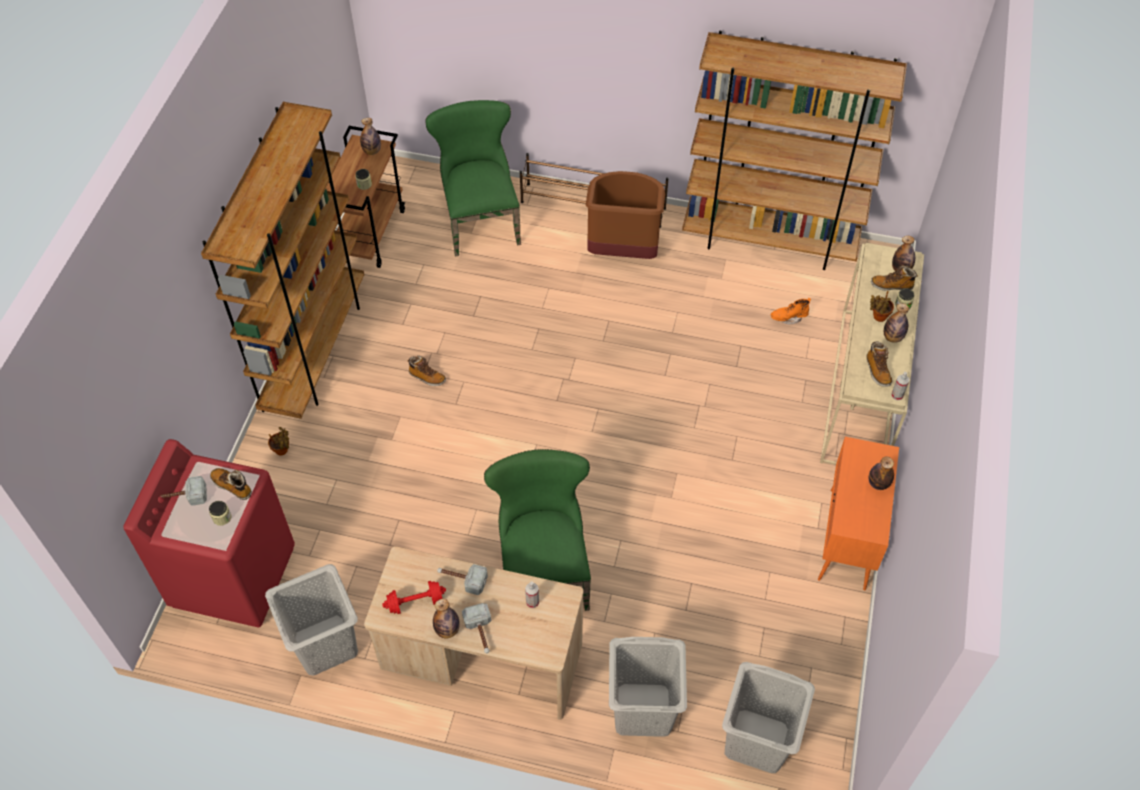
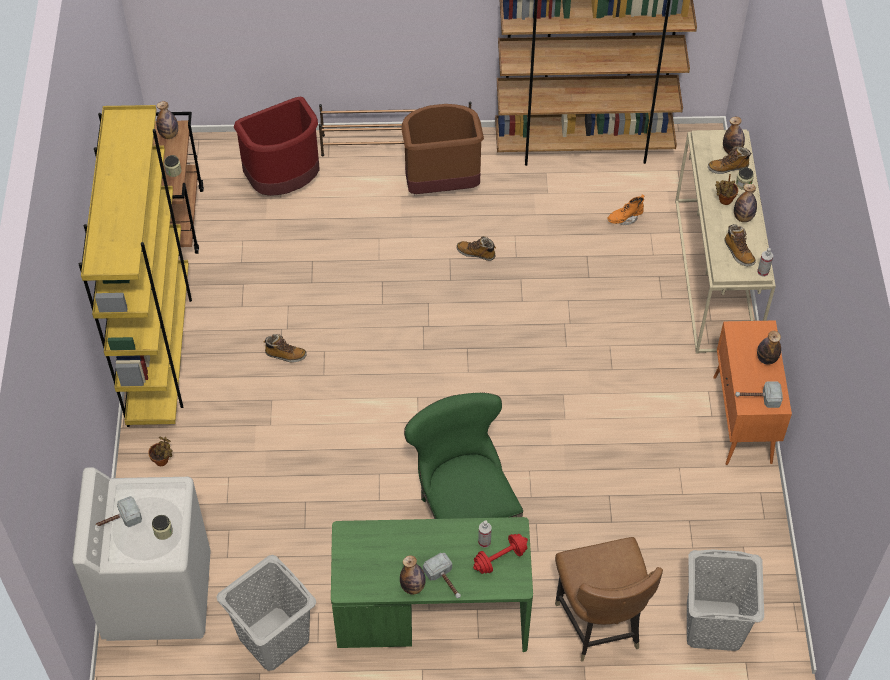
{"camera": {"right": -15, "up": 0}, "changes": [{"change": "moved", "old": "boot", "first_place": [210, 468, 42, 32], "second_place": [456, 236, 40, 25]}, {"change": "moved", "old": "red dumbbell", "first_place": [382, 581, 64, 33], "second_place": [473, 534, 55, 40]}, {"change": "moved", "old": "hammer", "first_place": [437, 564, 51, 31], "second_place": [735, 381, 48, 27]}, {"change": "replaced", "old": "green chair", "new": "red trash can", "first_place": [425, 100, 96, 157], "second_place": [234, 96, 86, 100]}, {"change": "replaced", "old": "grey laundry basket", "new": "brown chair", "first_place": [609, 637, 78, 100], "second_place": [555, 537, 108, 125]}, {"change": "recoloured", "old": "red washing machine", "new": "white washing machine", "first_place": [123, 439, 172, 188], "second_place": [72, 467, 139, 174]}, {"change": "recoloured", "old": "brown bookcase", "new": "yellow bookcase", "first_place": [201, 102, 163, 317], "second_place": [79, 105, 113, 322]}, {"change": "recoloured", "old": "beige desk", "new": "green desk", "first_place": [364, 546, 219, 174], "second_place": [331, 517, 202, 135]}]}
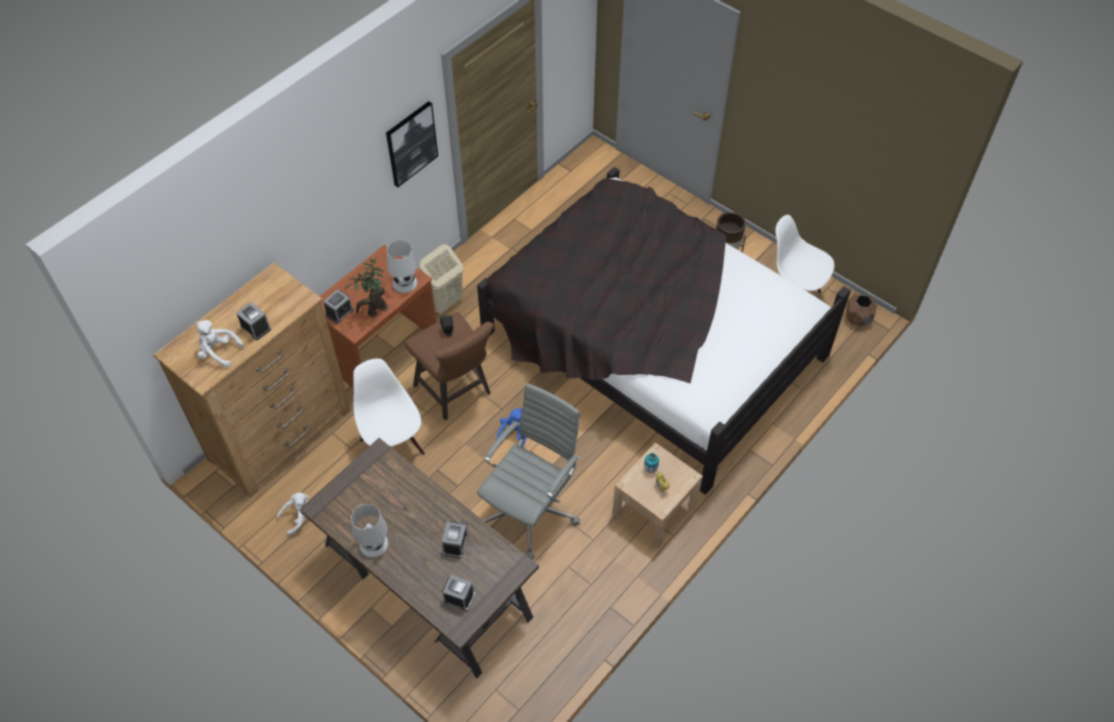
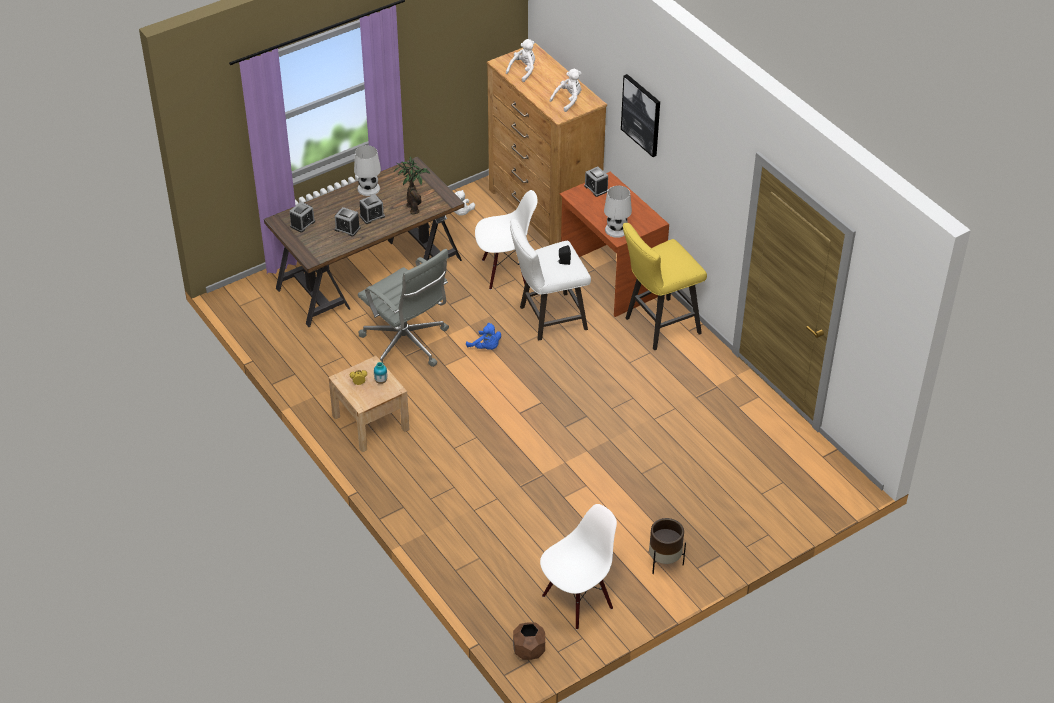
{"camera": {"right": 105, "up": -10}, "changes": [{"change": "removed", "old": "black bed", "first_place": [477, 167, 374, 327]}, {"change": "added", "new": "white plush toy", "second_place": [550, 69, 31, 43]}, {"change": "moved", "old": "alarm clock", "first_place": [236, 302, 35, 38], "second_place": [360, 195, 25, 29]}, {"change": "moved", "old": "potted plant", "first_place": [344, 257, 44, 60], "second_place": [394, 156, 37, 58]}, {"change": "moved", "old": "picture", "first_place": [386, 101, 52, 86], "second_place": [621, 74, 39, 83]}, {"change": "replaced", "old": "beige laundry basket", "new": "yellow stool", "first_place": [419, 244, 44, 71], "second_place": [623, 223, 84, 127]}, {"change": "recoloured", "old": "brown stool", "new": "white stool", "first_place": [405, 312, 89, 108], "second_place": [510, 219, 81, 121]}]}
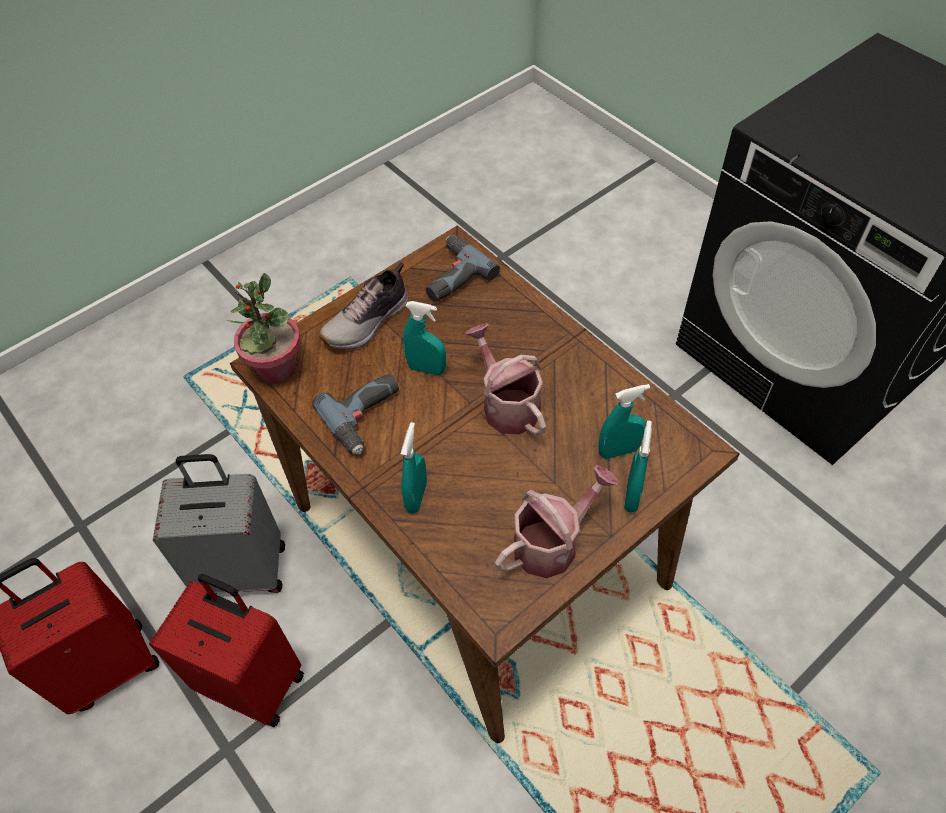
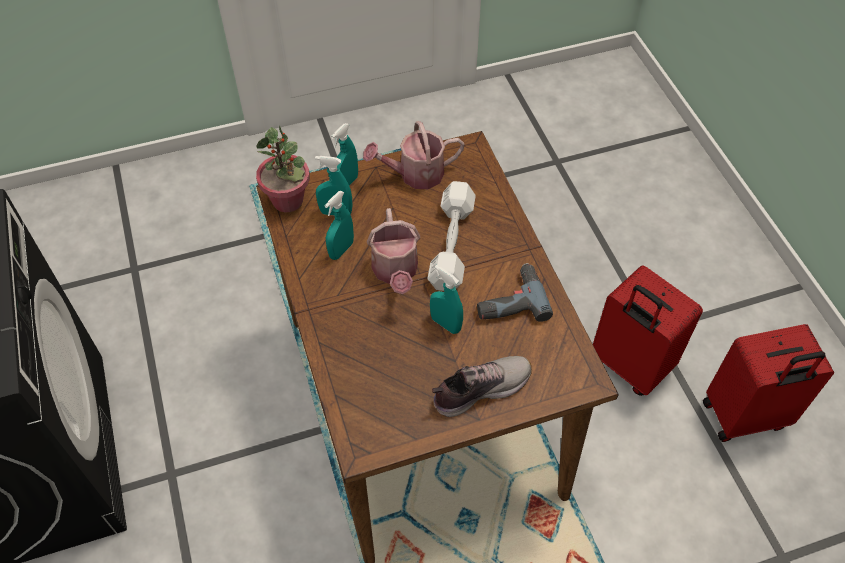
{"camera": {"right": -160, "up": 0}, "changes": [{"change": "removed", "old": "grey suitcase", "first_place": [153, 454, 132, 140]}, {"change": "removed", "old": "power drill", "first_place": [426, 235, 74, 67]}, {"change": "added", "new": "white dumbbell", "second_place": [427, 181, 49, 110]}, {"change": "moved", "old": "potted plant", "first_place": [226, 273, 75, 111], "second_place": [256, 125, 54, 87]}, {"change": "moved", "old": "turquoise spray bottle", "first_place": [401, 422, 26, 92], "second_place": [325, 191, 29, 69]}]}
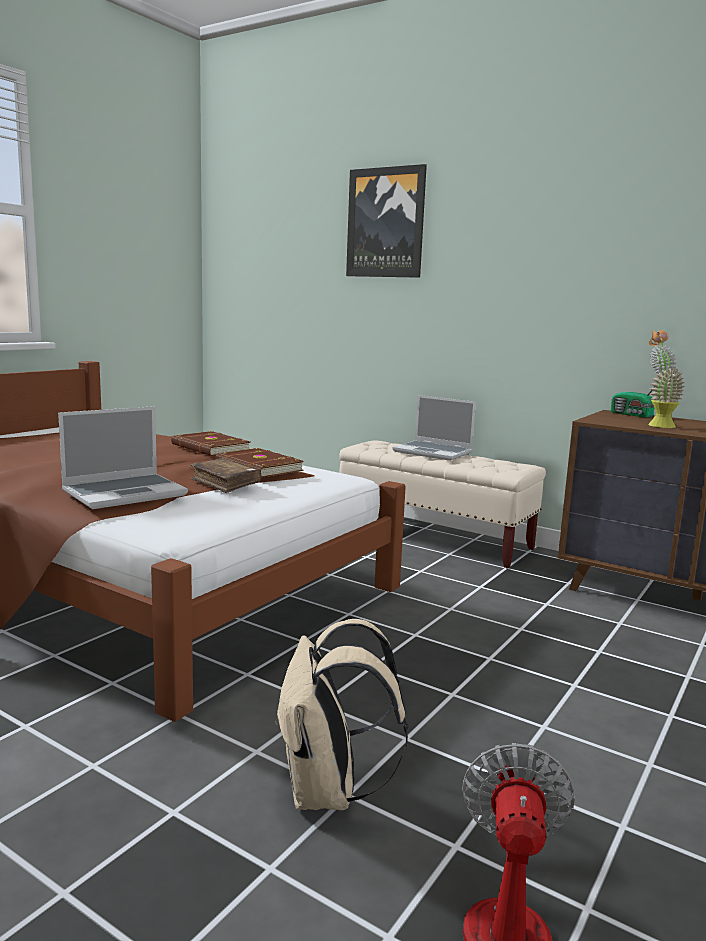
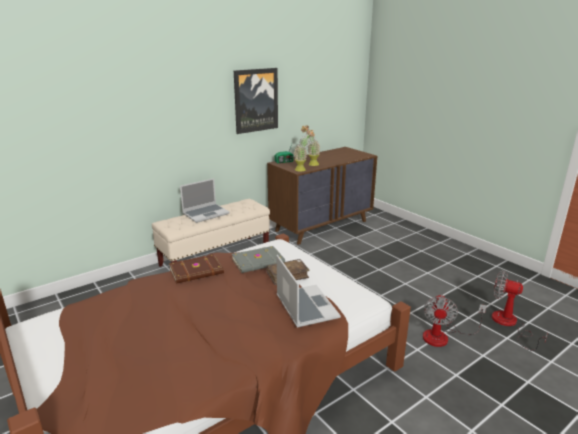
{"camera": {"right": -70, "up": 10}, "changes": [{"change": "added", "new": "potted plant", "second_place": [294, 129, 20, 42]}, {"change": "moved", "old": "picture", "first_place": [346, 164, 81, 114], "second_place": [234, 68, 44, 66]}, {"change": "replaced", "old": "beige backpack", "new": "fan", "first_place": [275, 619, 133, 191], "second_place": [423, 294, 64, 53]}, {"change": "recoloured", "old": "brown book", "new": "grey book", "first_place": [215, 448, 89, 29], "second_place": [232, 246, 53, 27]}]}
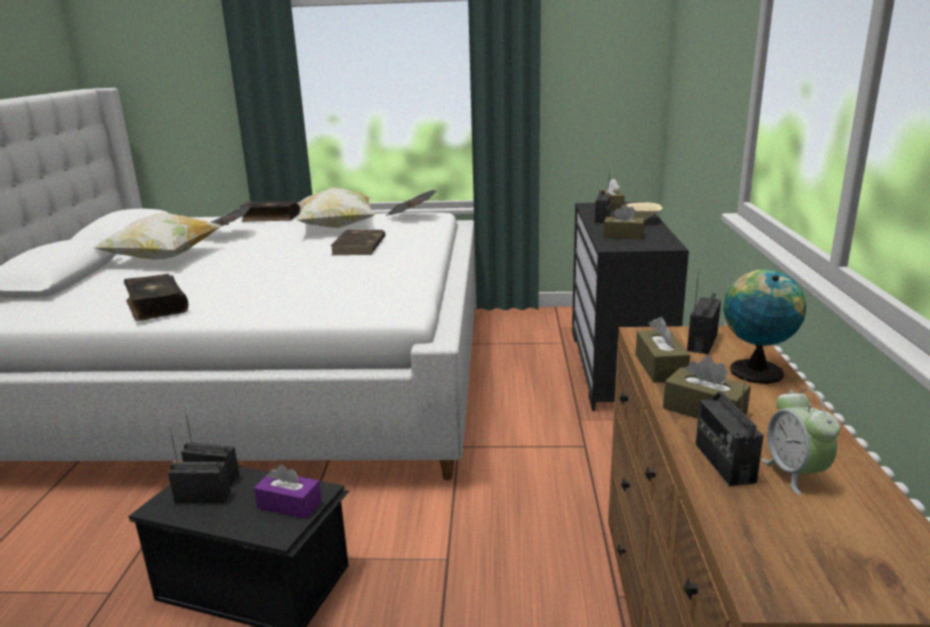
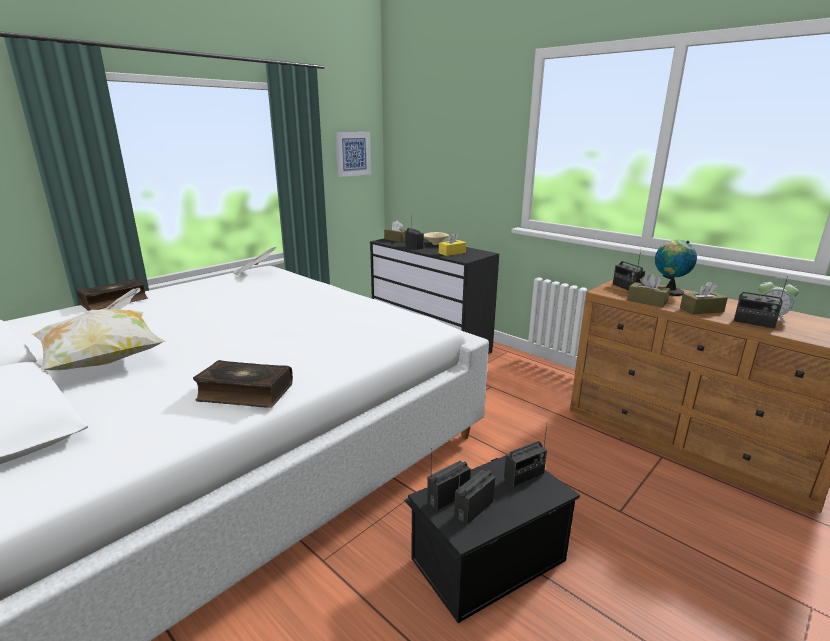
{"camera": {"right": -50, "up": 0}, "changes": [{"change": "removed", "old": "pillow", "first_place": [296, 187, 80, 41]}, {"change": "removed", "old": "brown book", "first_place": [331, 230, 54, 25]}, {"change": "added", "new": "picture", "second_place": [335, 132, 36, 45]}, {"change": "replaced", "old": "purple tissue box", "new": "radio", "first_place": [254, 464, 68, 55], "second_place": [504, 425, 43, 62]}, {"change": "recoloured", "old": "brown tissue box", "new": "yellow tissue box", "first_place": [603, 204, 42, 35], "second_place": [439, 232, 27, 24]}]}
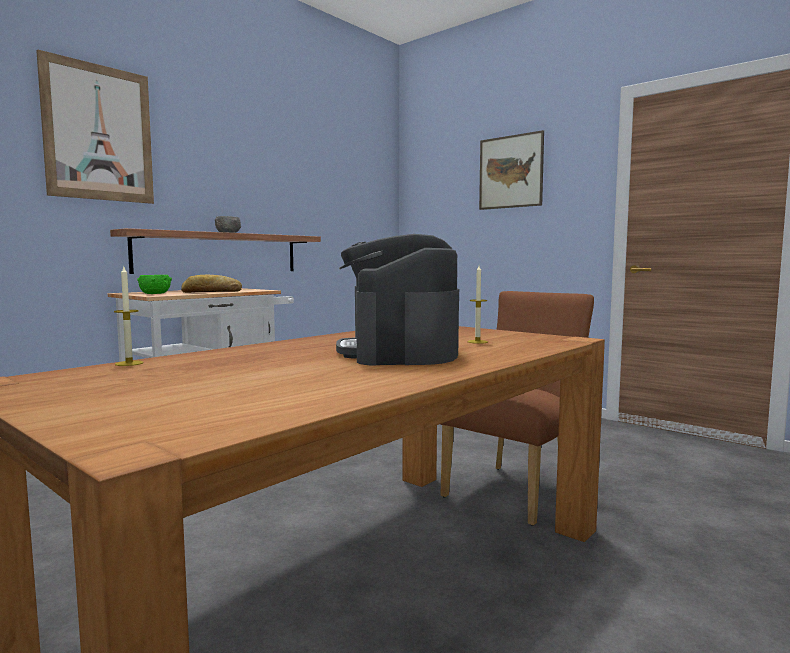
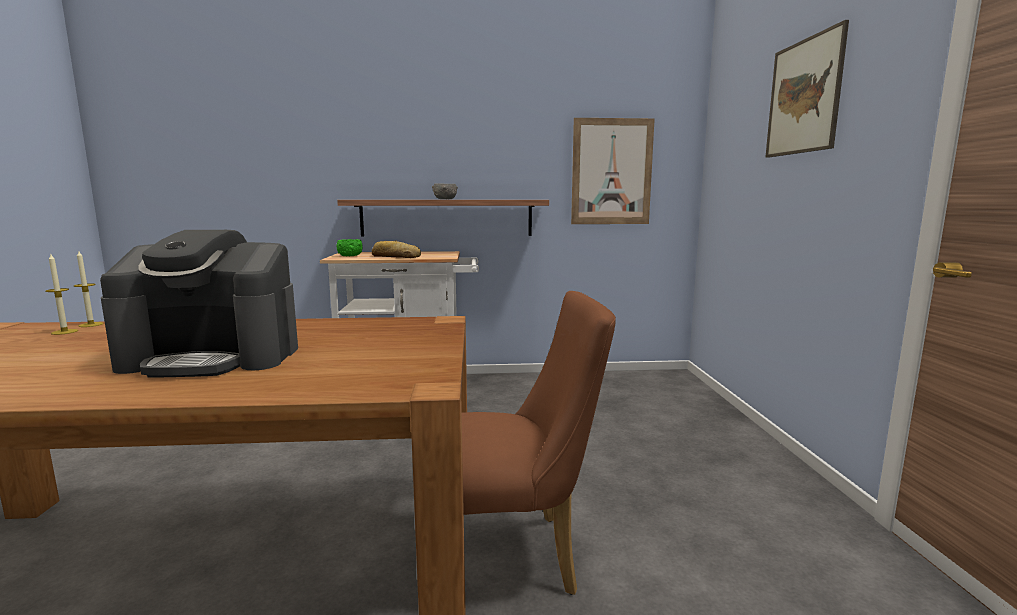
{"camera": {"right": 45, "up": 5}, "changes": [{"change": "moved", "old": "picture", "first_place": [36, 49, 118, 155], "second_place": [571, 118, 84, 106]}, {"change": "moved", "old": "candle", "first_place": [467, 266, 21, 78], "second_place": [46, 254, 32, 81]}, {"change": "turned", "old": "coffee machine", "first_place": [336, 234, 123, 132], "second_place": [100, 230, 198, 148], "degrees": -135}]}
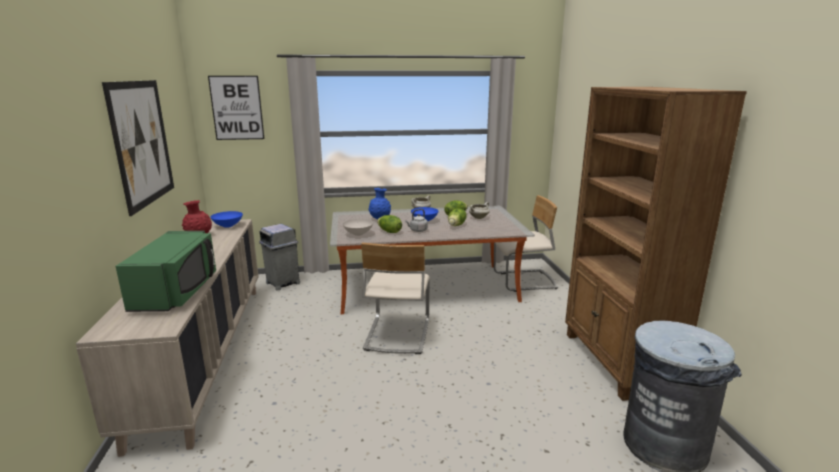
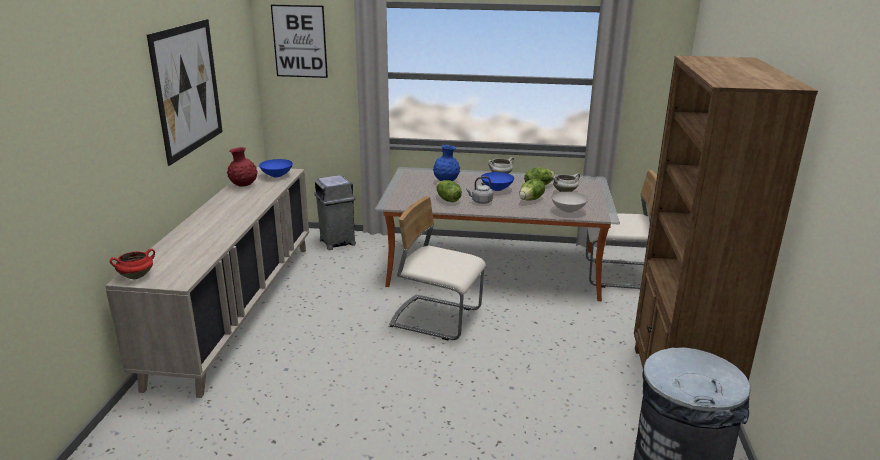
{"camera": {"right": 15, "up": 5}, "changes": [{"change": "removed", "old": "green microwave", "first_place": [116, 231, 100, 81]}, {"change": "added", "new": "red cooking pot", "second_place": [109, 249, 46, 30]}, {"change": "moved", "old": "white bowl", "first_place": [343, 219, 30, 17], "second_place": [551, 192, 37, 21]}, {"change": "turned", "old": "beige chair", "first_place": [361, 243, 69, 111], "second_place": [390, 196, 96, 144], "degrees": 90}]}
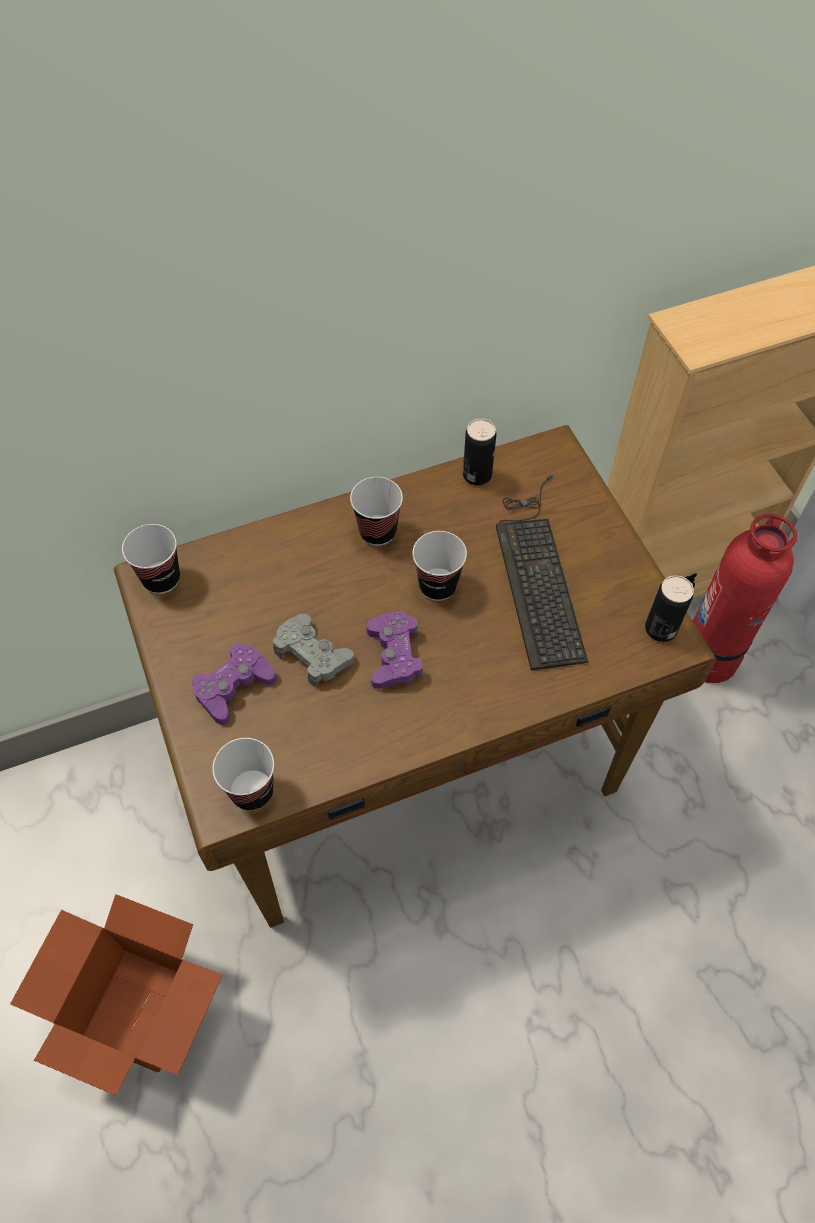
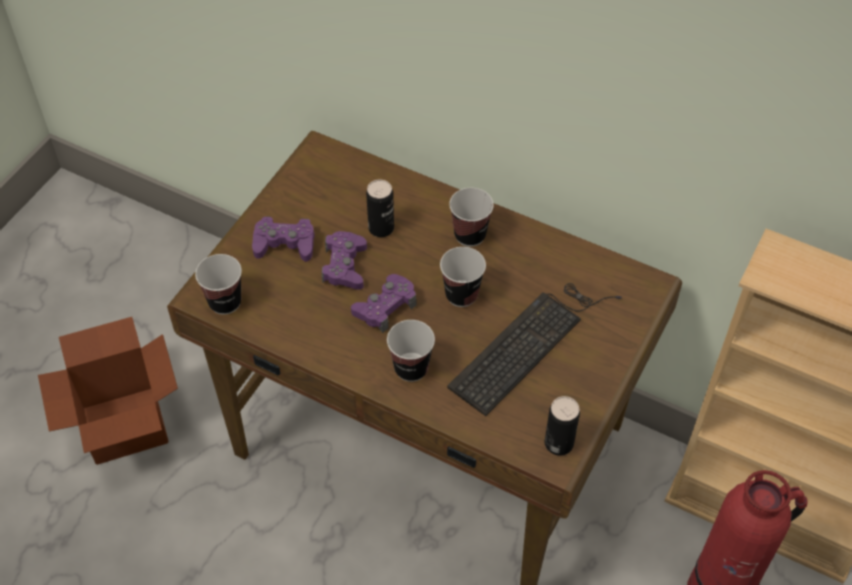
{"camera": {"right": 50, "up": -5}, "changes": [{"change": "moved", "old": "cup", "first_place": [122, 524, 58, 70], "second_place": [387, 320, 48, 62]}, {"change": "moved", "old": "can", "first_place": [463, 419, 33, 66], "second_place": [366, 179, 28, 58]}, {"change": "recoloured", "old": "grey game controller", "new": "purple game controller", "first_place": [273, 613, 81, 74], "second_place": [322, 231, 45, 59]}]}
